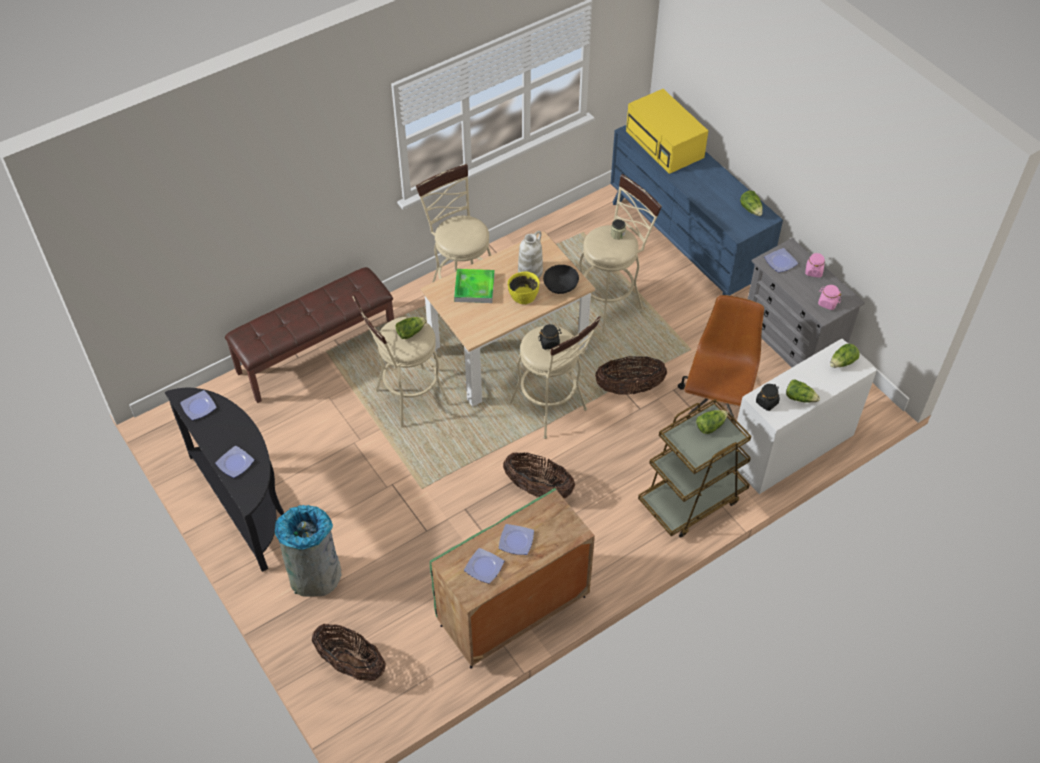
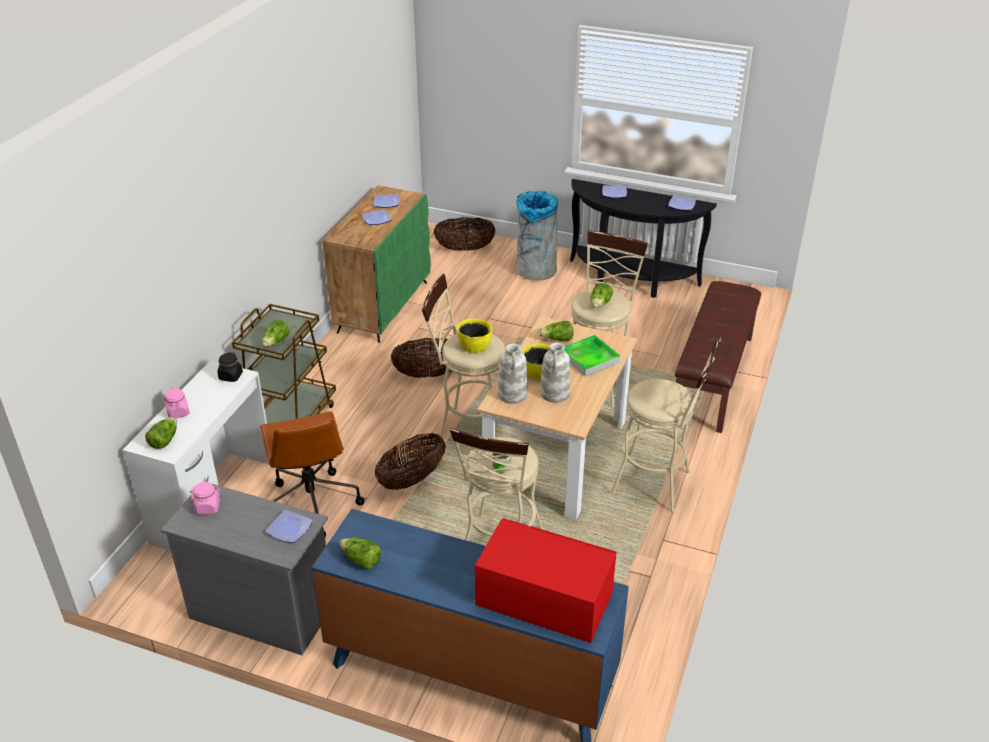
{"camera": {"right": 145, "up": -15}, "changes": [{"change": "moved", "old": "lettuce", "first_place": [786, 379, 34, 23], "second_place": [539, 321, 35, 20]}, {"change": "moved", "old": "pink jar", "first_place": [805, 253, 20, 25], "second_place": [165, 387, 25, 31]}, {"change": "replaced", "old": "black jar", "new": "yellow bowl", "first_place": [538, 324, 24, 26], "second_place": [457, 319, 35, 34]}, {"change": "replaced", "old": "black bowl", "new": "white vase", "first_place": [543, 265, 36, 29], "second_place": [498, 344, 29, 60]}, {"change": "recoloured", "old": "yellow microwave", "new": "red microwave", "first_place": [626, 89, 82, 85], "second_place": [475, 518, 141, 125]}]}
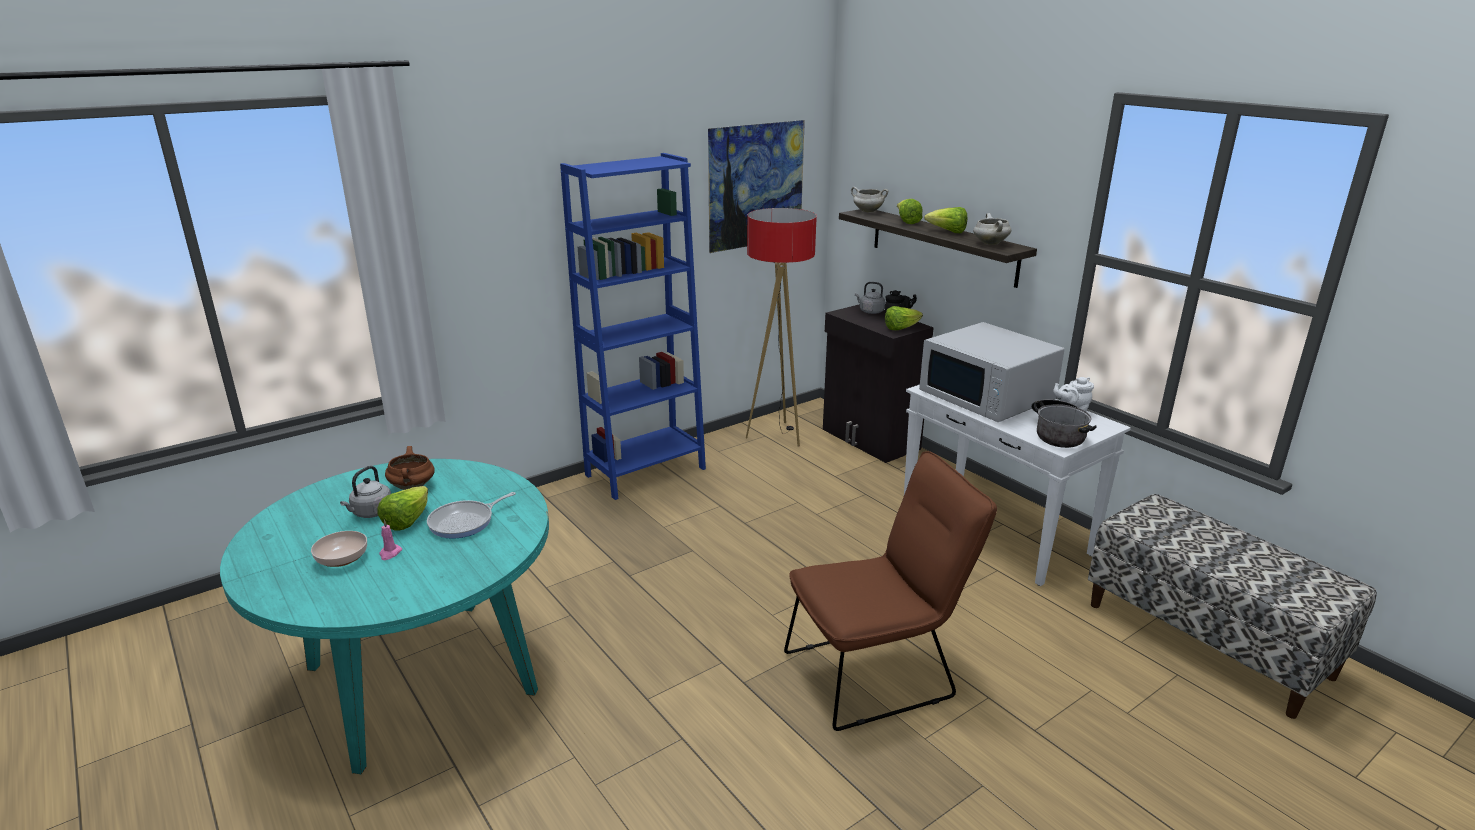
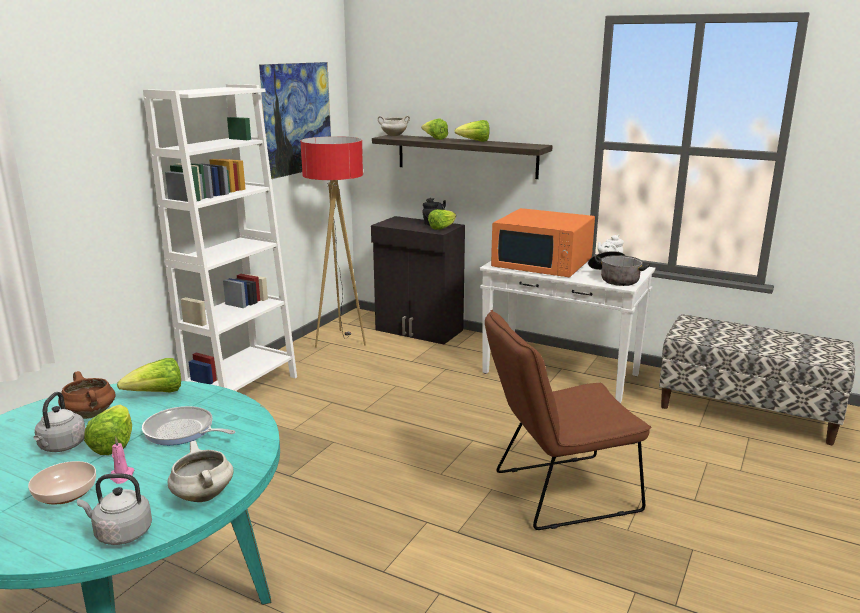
{"camera": {"right": -25, "up": -5}, "changes": [{"change": "added", "new": "lettuce", "second_place": [117, 358, 64, 35]}, {"change": "moved", "old": "grey kettle", "first_place": [855, 282, 30, 32], "second_place": [77, 473, 75, 72]}, {"change": "moved", "old": "white cooking pot", "first_place": [973, 213, 38, 32], "second_place": [168, 440, 65, 62]}, {"change": "recoloured", "old": "blue bookcase", "new": "white bookcase", "first_place": [560, 153, 146, 347], "second_place": [143, 84, 154, 307]}, {"change": "recoloured", "old": "white microwave", "new": "orange microwave", "first_place": [919, 322, 146, 100], "second_place": [491, 208, 104, 69]}, {"change": "turned", "old": "frying pan", "first_place": [427, 492, 89, 47], "second_place": [142, 406, 94, 39], "degrees": 90}, {"change": "turned", "old": "brown chair", "first_place": [784, 451, 213, 280], "second_place": [485, 310, 166, 220], "degrees": -150}]}
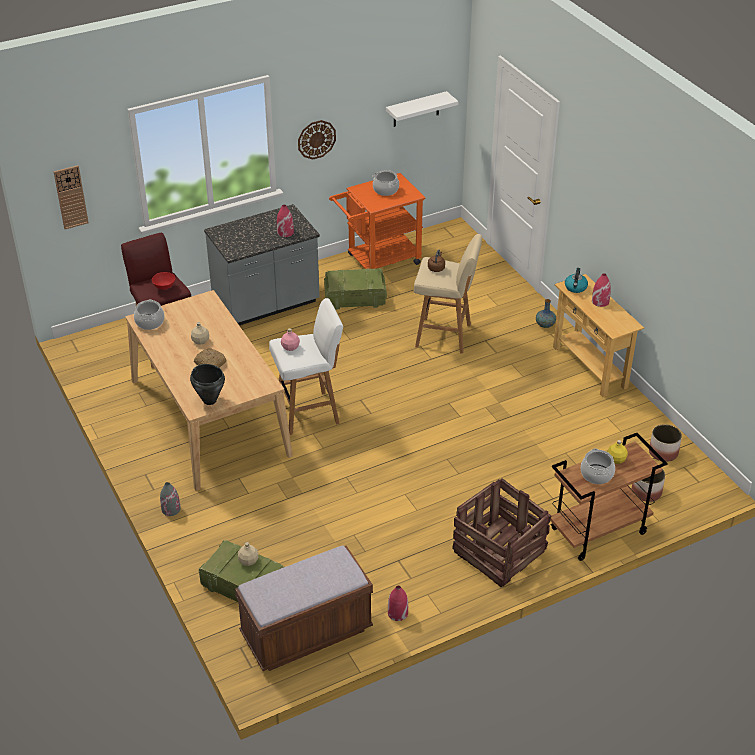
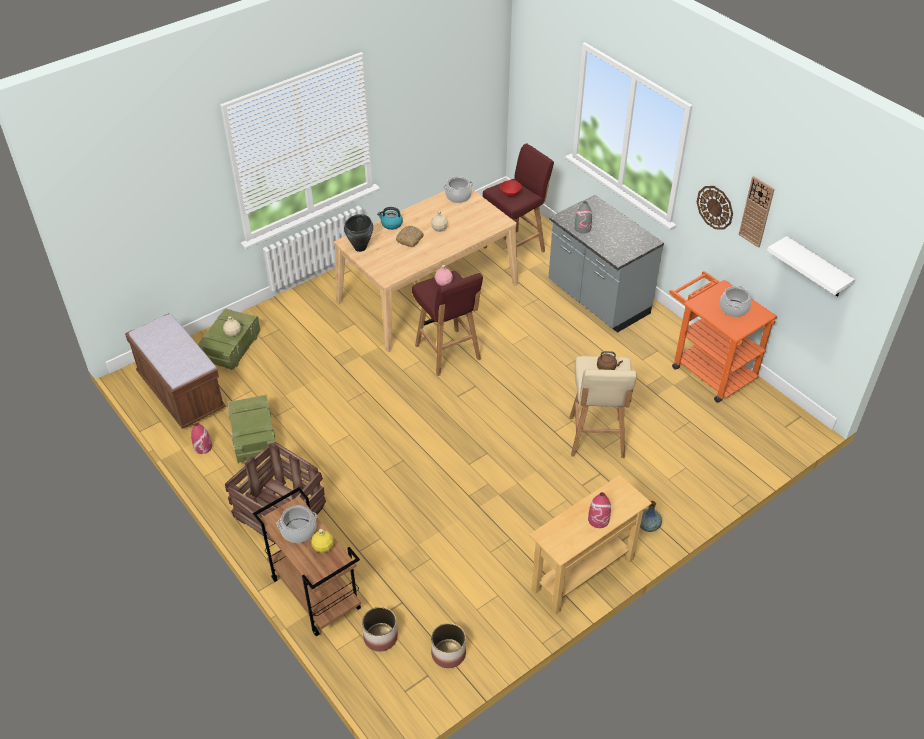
{"camera": {"right": 80, "up": 5}, "changes": [{"change": "removed", "old": "red vase", "first_place": [277, 205, 17, 32]}, {"change": "moved", "old": "wall clock", "first_place": [54, 165, 35, 64], "second_place": [739, 176, 36, 72]}, {"change": "moved", "old": "grey vase", "first_place": [160, 482, 21, 34], "second_place": [574, 201, 18, 33]}, {"change": "moved", "old": "crate", "first_place": [324, 268, 63, 42], "second_place": [228, 394, 47, 69]}, {"change": "moved", "old": "kettle", "first_place": [565, 268, 23, 25], "second_place": [377, 207, 26, 23]}, {"change": "recoloured", "old": "white stool", "new": "red stool", "first_place": [269, 298, 74, 137], "second_place": [412, 271, 71, 105]}]}
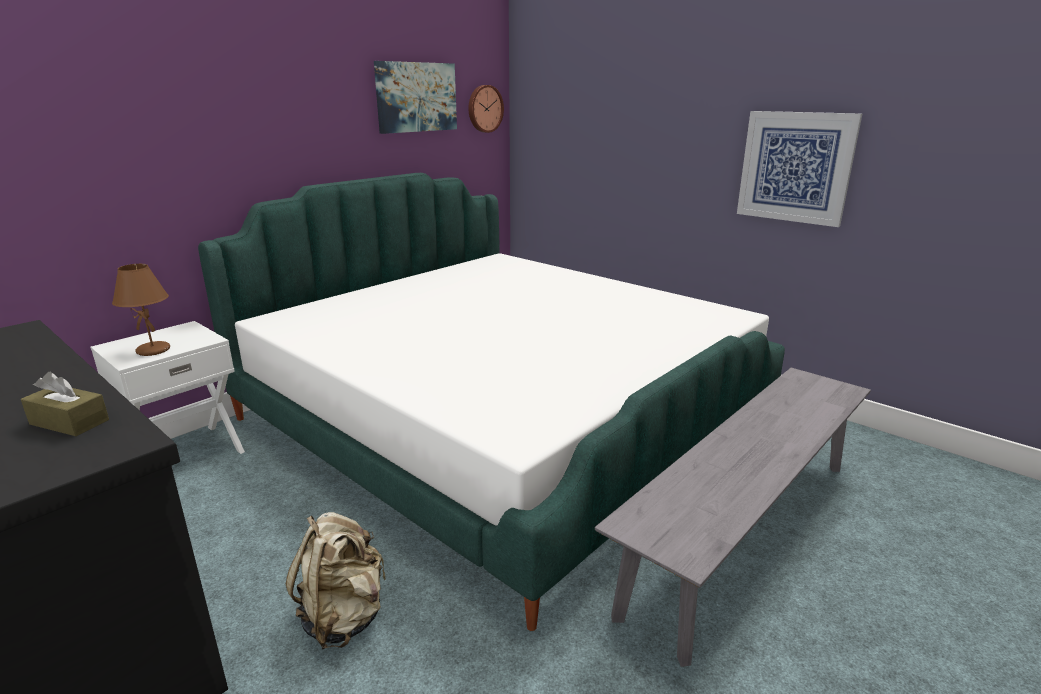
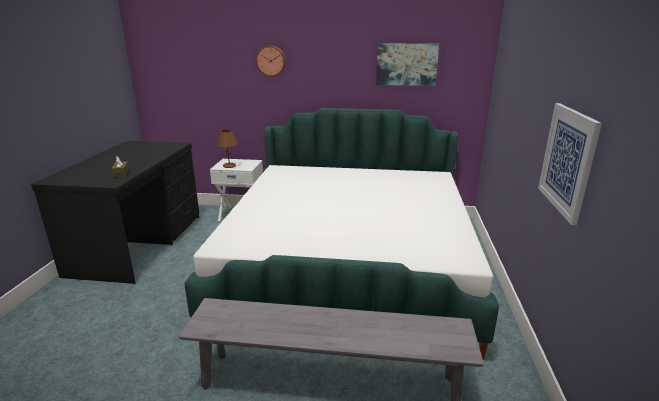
{"camera": {"right": 55, "up": 0}, "changes": [{"change": "removed", "old": "beige backpack", "first_place": [286, 512, 100, 137]}, {"change": "moved", "old": "wall clock", "first_place": [468, 85, 36, 48], "second_place": [256, 45, 30, 32]}]}
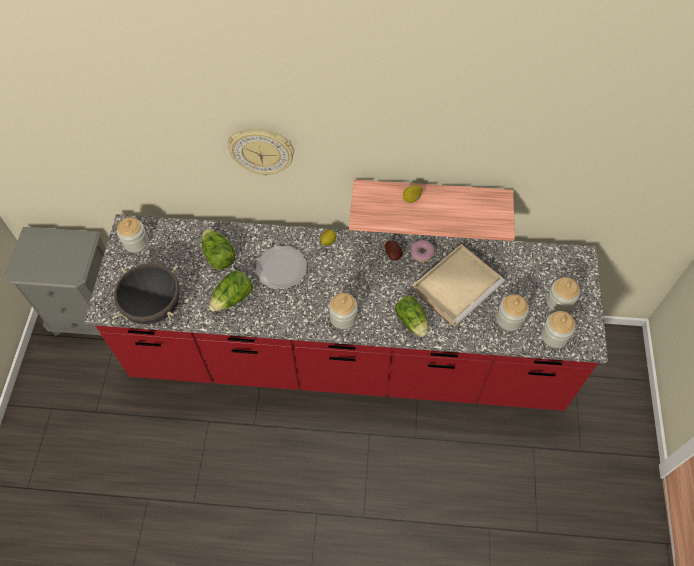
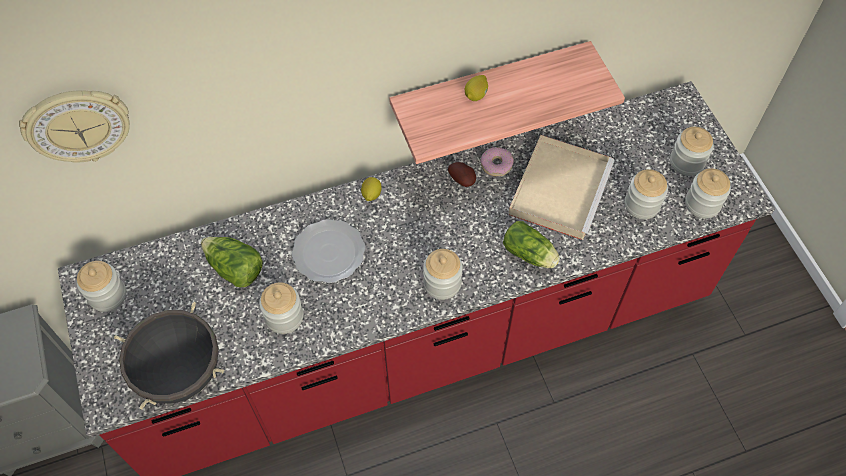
{"camera": {"right": -25, "up": 0}, "changes": [{"change": "moved", "old": "wall clock", "first_place": [228, 129, 66, 47], "second_place": [19, 90, 111, 72]}, {"change": "replaced", "old": "lettuce", "new": "jar", "first_place": [209, 271, 44, 41], "second_place": [259, 282, 44, 52]}]}
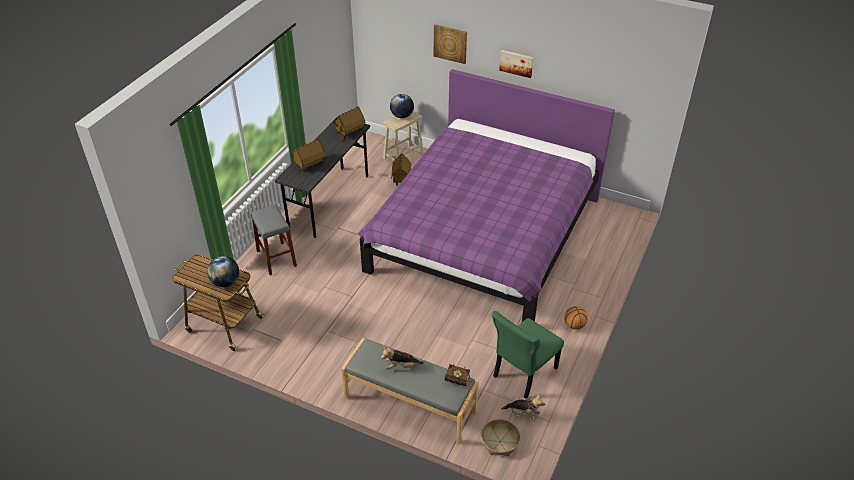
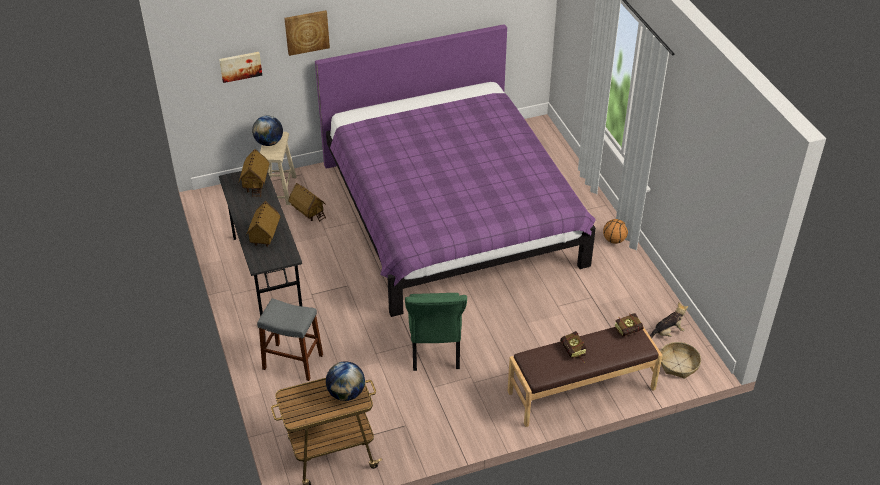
{"camera": {"right": -45, "up": 0}, "changes": [{"change": "moved", "old": "green chair", "first_place": [492, 311, 72, 88], "second_place": [405, 293, 62, 78]}, {"change": "moved", "old": "picture", "first_place": [499, 50, 34, 28], "second_place": [219, 52, 43, 31]}, {"change": "replaced", "old": "plush toy", "new": "book", "first_place": [381, 346, 43, 23], "second_place": [560, 331, 26, 32]}, {"change": "recoloured", "old": "grey bench", "new": "brown bench", "first_place": [341, 338, 138, 106], "second_place": [507, 326, 156, 101]}]}
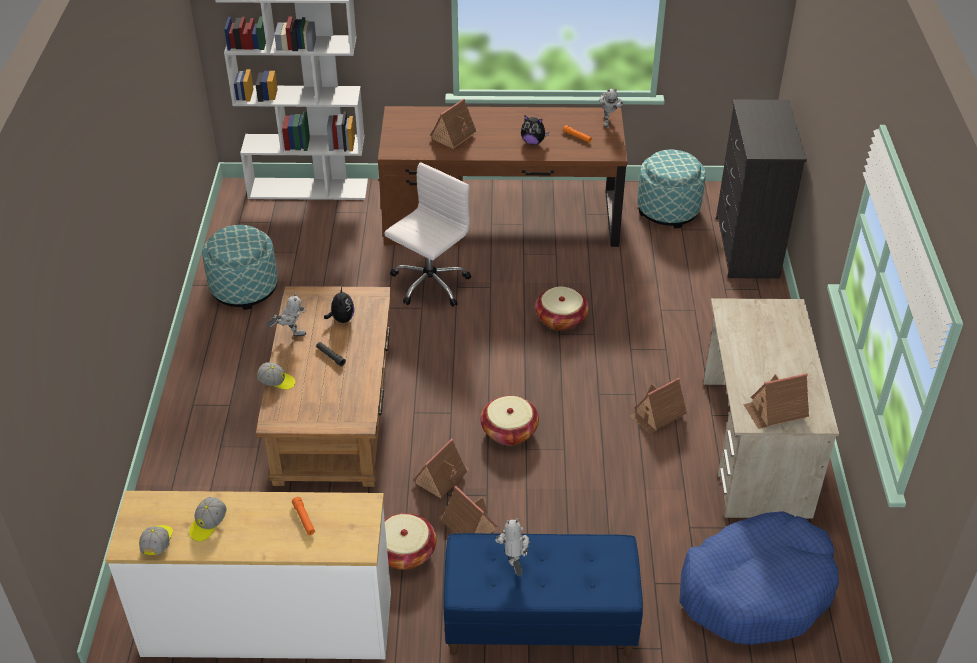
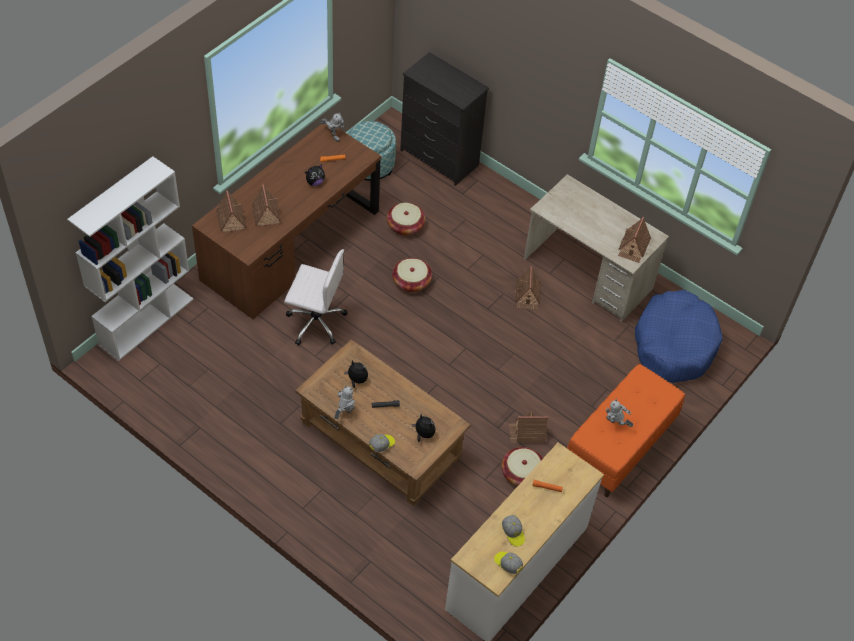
{"camera": {"right": -55, "up": 10}, "changes": [{"change": "removed", "old": "ottoman", "first_place": [202, 225, 76, 85]}, {"change": "added", "new": "plush toy", "second_place": [412, 414, 23, 28]}, {"change": "moved", "old": "toy house", "first_place": [413, 438, 57, 60], "second_place": [216, 191, 30, 41]}, {"change": "moved", "old": "basket", "first_place": [481, 396, 58, 49], "second_place": [387, 203, 38, 33]}, {"change": "recoloured", "old": "blue bench", "new": "orange bench", "first_place": [443, 533, 200, 124], "second_place": [567, 364, 118, 133]}, {"change": "turned", "old": "white office chair", "first_place": [385, 162, 86, 145], "second_place": [284, 249, 64, 97], "degrees": 120}]}
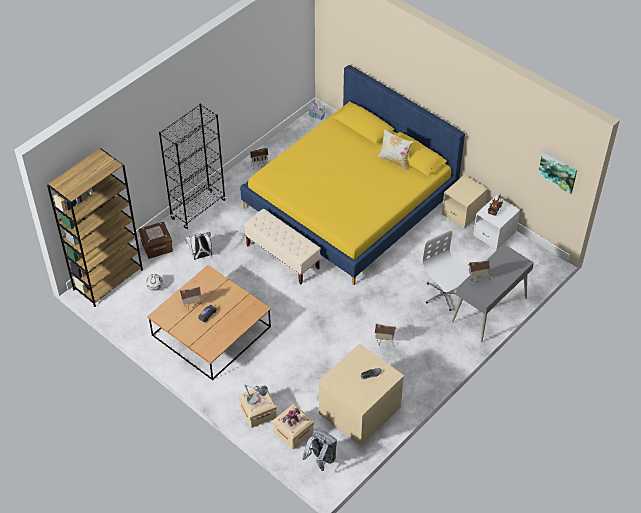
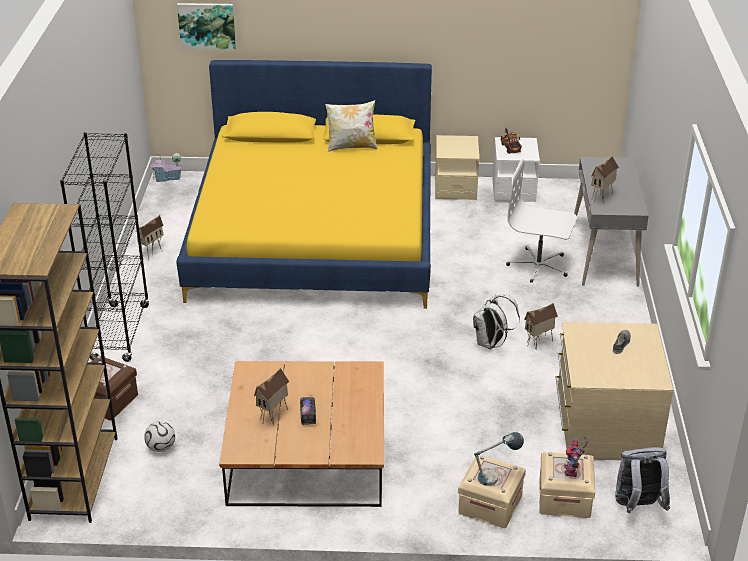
{"camera": {"right": -40, "up": -15}, "changes": [{"change": "removed", "old": "beige bench", "first_place": [244, 209, 77, 75]}, {"change": "moved", "old": "white backpack", "first_place": [185, 232, 27, 28], "second_place": [473, 294, 47, 55]}, {"change": "moved", "old": "picture", "first_place": [538, 150, 40, 45], "second_place": [177, 3, 59, 47]}]}
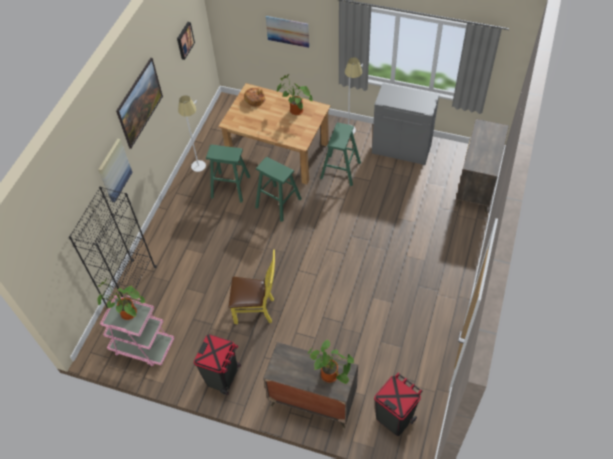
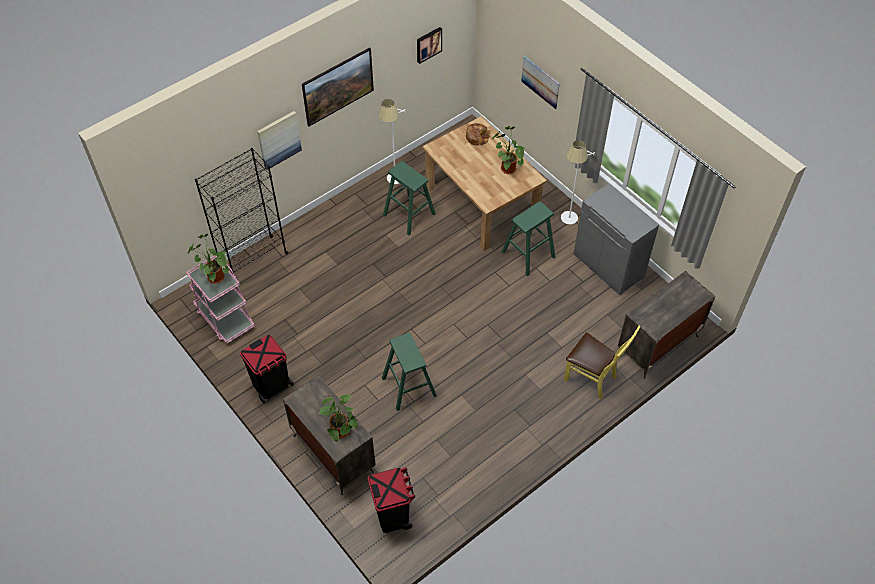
{"camera": {"right": 30, "up": 0}, "changes": [{"change": "moved", "old": "yellow chair", "first_place": [229, 250, 46, 74], "second_place": [564, 326, 77, 73]}, {"change": "moved", "old": "green stool", "first_place": [255, 157, 47, 65], "second_place": [382, 333, 55, 78]}]}
